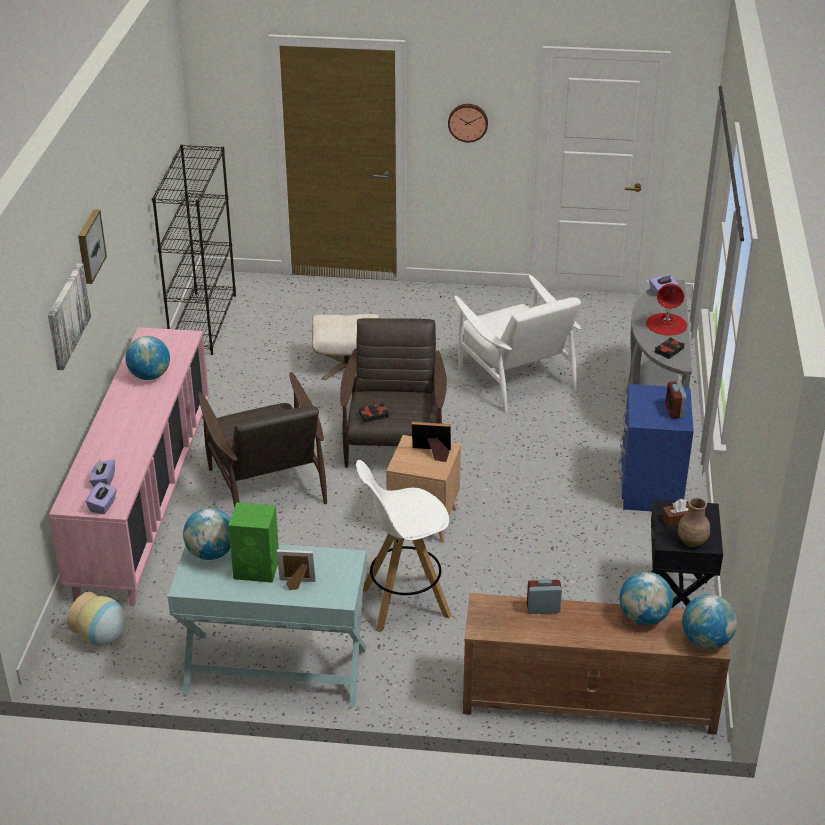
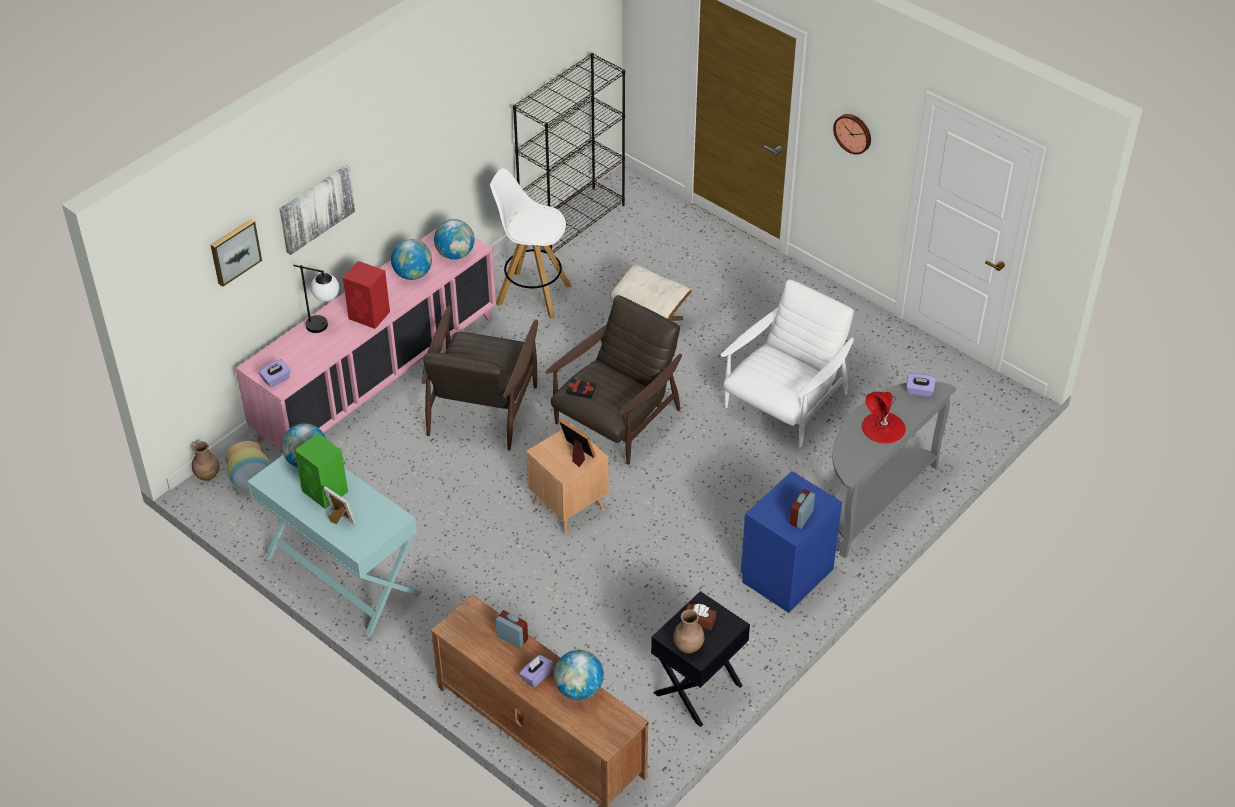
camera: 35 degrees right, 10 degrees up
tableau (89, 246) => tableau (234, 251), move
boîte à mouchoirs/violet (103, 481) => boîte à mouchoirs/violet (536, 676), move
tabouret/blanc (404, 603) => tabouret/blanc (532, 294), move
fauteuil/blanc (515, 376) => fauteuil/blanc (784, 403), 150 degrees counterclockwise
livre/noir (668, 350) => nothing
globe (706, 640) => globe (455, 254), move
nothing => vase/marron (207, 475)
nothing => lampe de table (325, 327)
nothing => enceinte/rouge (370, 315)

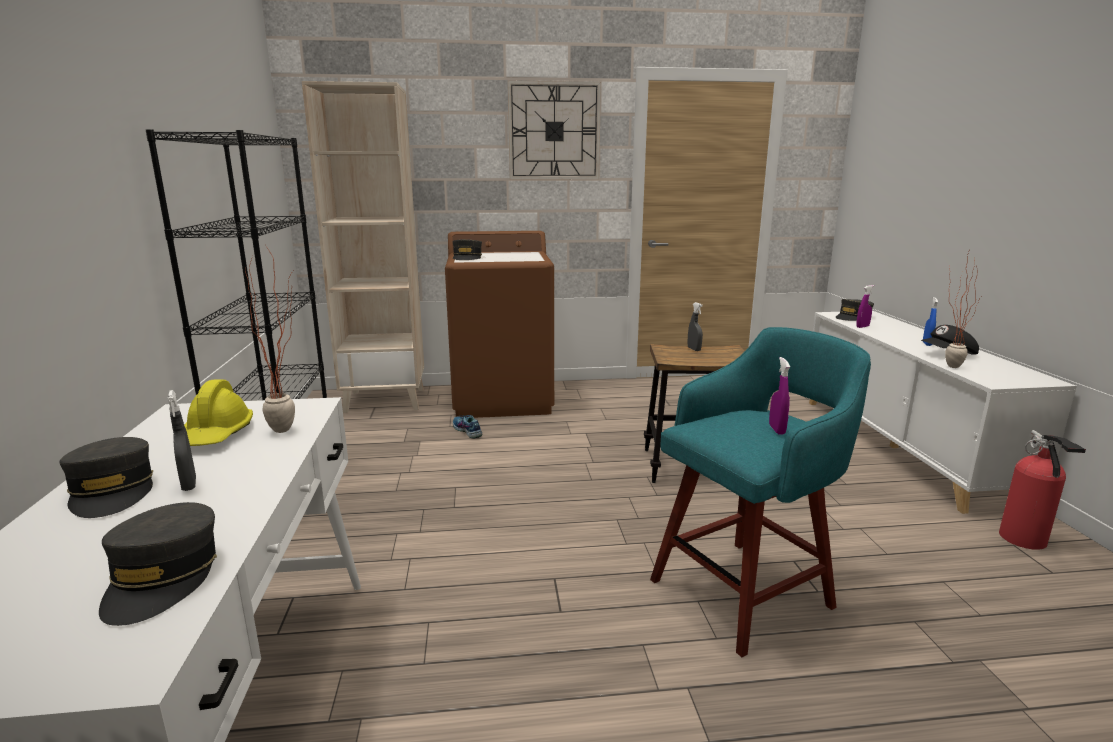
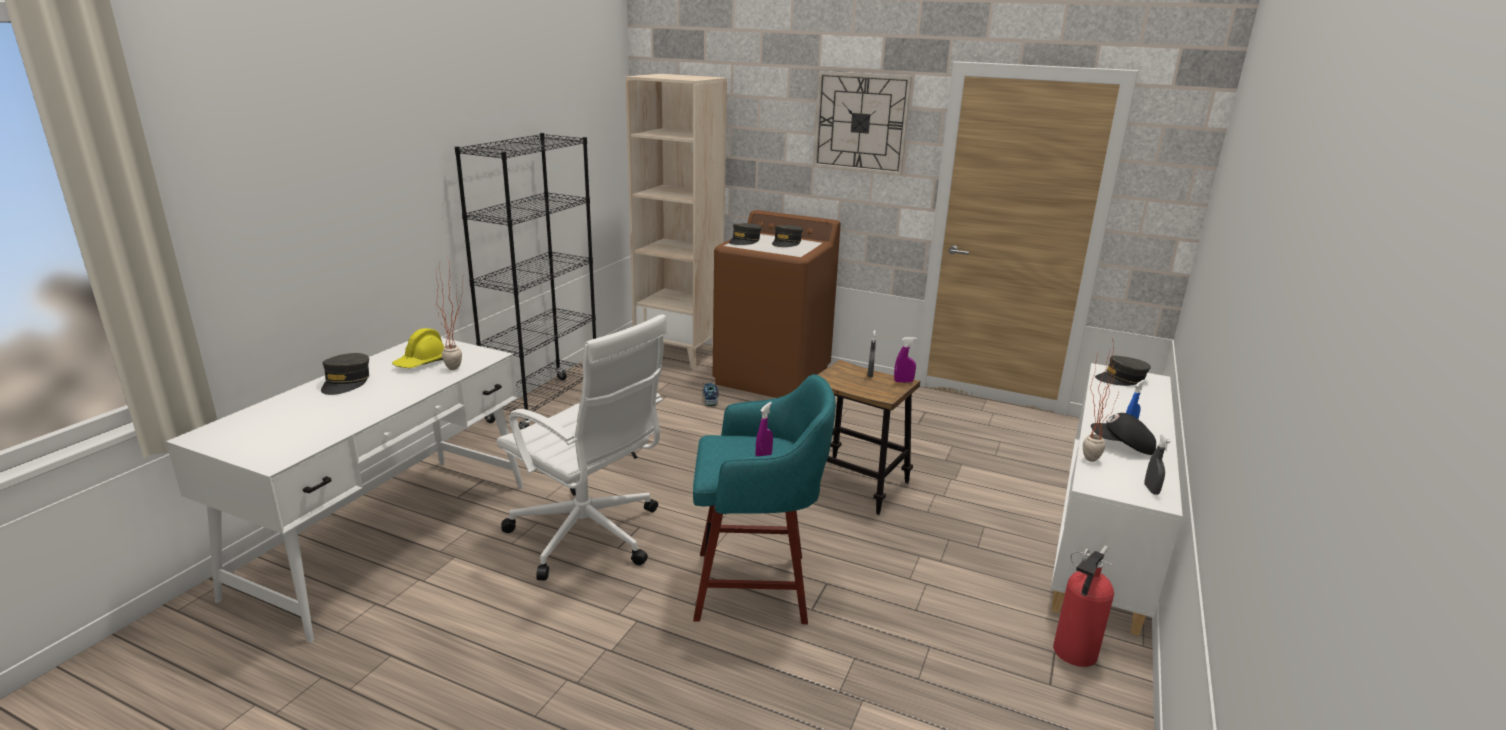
camera: 30 degrees right, 5 degrees up
casquette/gris (163, 577) => casquette/gris (786, 243), move
vaporisateur/gris (189, 484) => vaporisateur/gris (1151, 489), move
vaporisateur/violet (862, 327) => vaporisateur/violet (903, 381), move
nothing => chaise de bureau/blanc (588, 536)

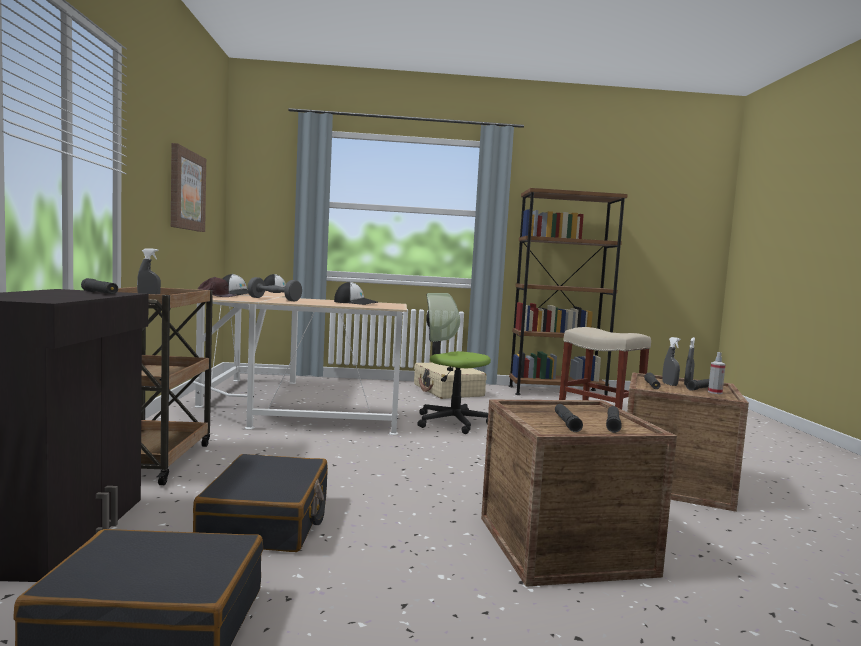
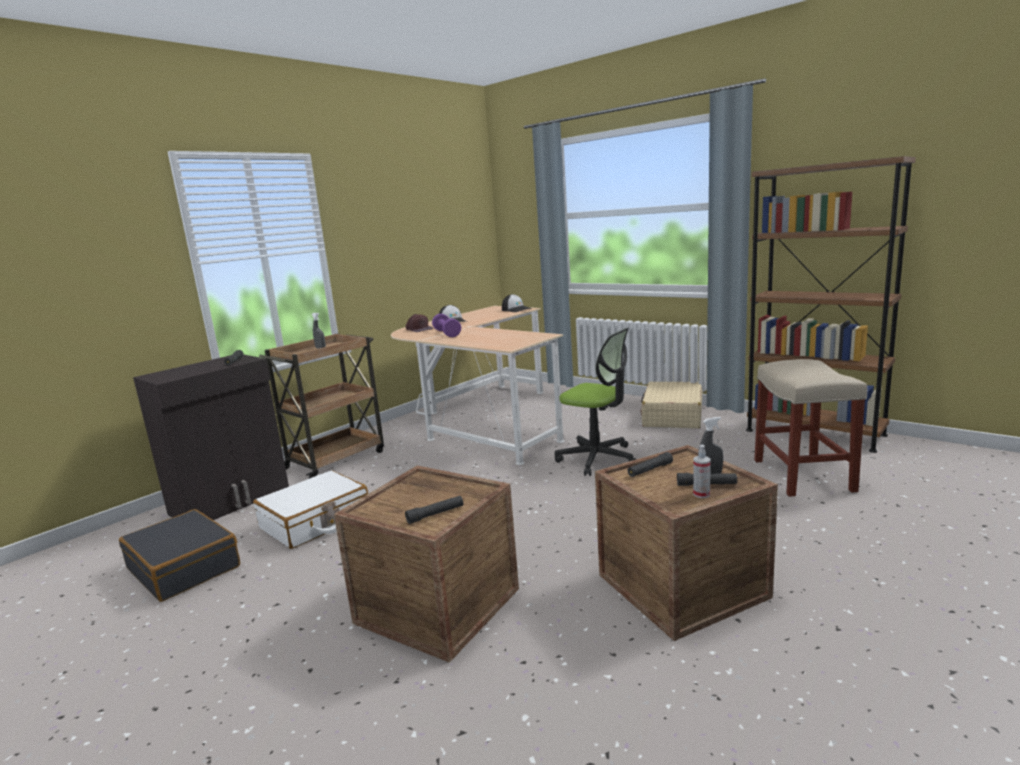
camera: 45 degrees right, 10 degrees up
tableau (186, 190) => nothing
valise/noir (267, 521) => valise/blanc (316, 522)
haltère/gris (274, 299) => haltère/violet (447, 333)
casquette (356, 303) => nothing
chaise de bureau (452, 422) => chaise de bureau (597, 458), 135 degrees clockwise
lampe de poche/noir (566, 423) => nothing
vaporisateur/gris (669, 384) => nothing

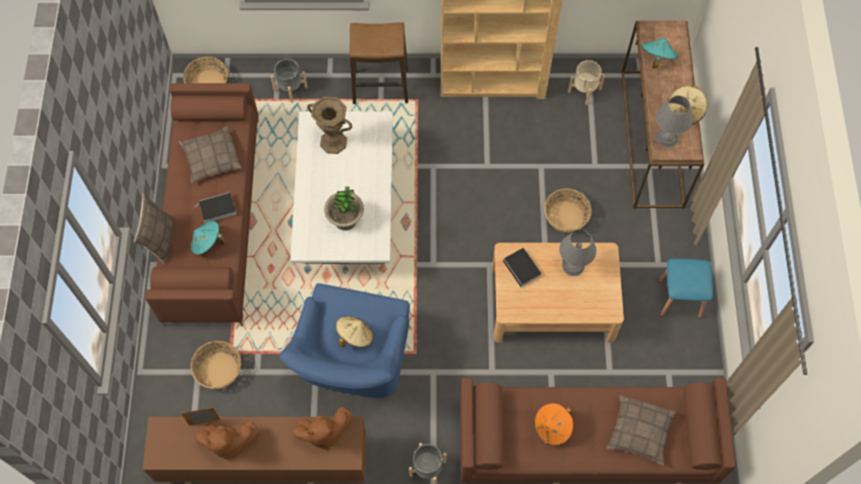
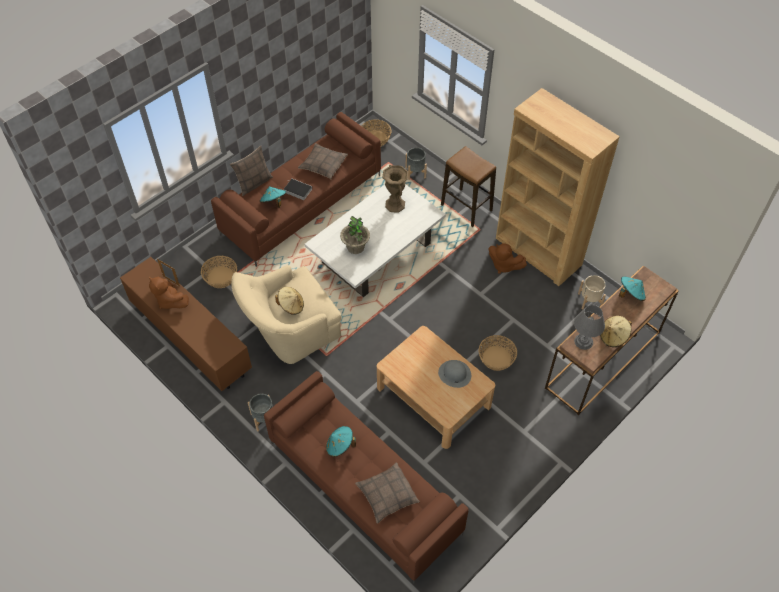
camera: 45 degrees right, 10 degrees down
fauteuil/bleu (352, 361) => fauteuil/beige (289, 331)
peluche/marron (324, 433) => peluche/marron (504, 265), move
livre (522, 269) => nothing
chapeau/orange (552, 428) => chapeau/turquoise (340, 446)
lampe de table/gris (573, 266) => chapeau/gris (454, 374)
tabouret/bleu (679, 298) => nothing

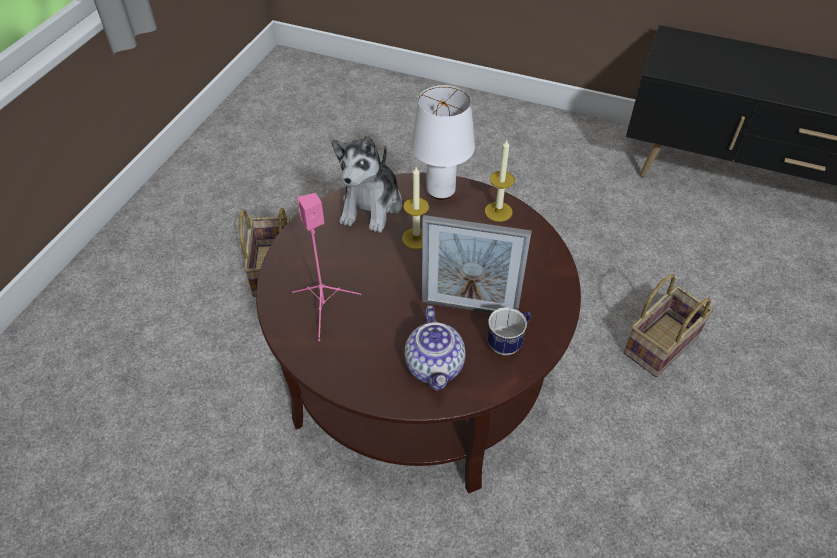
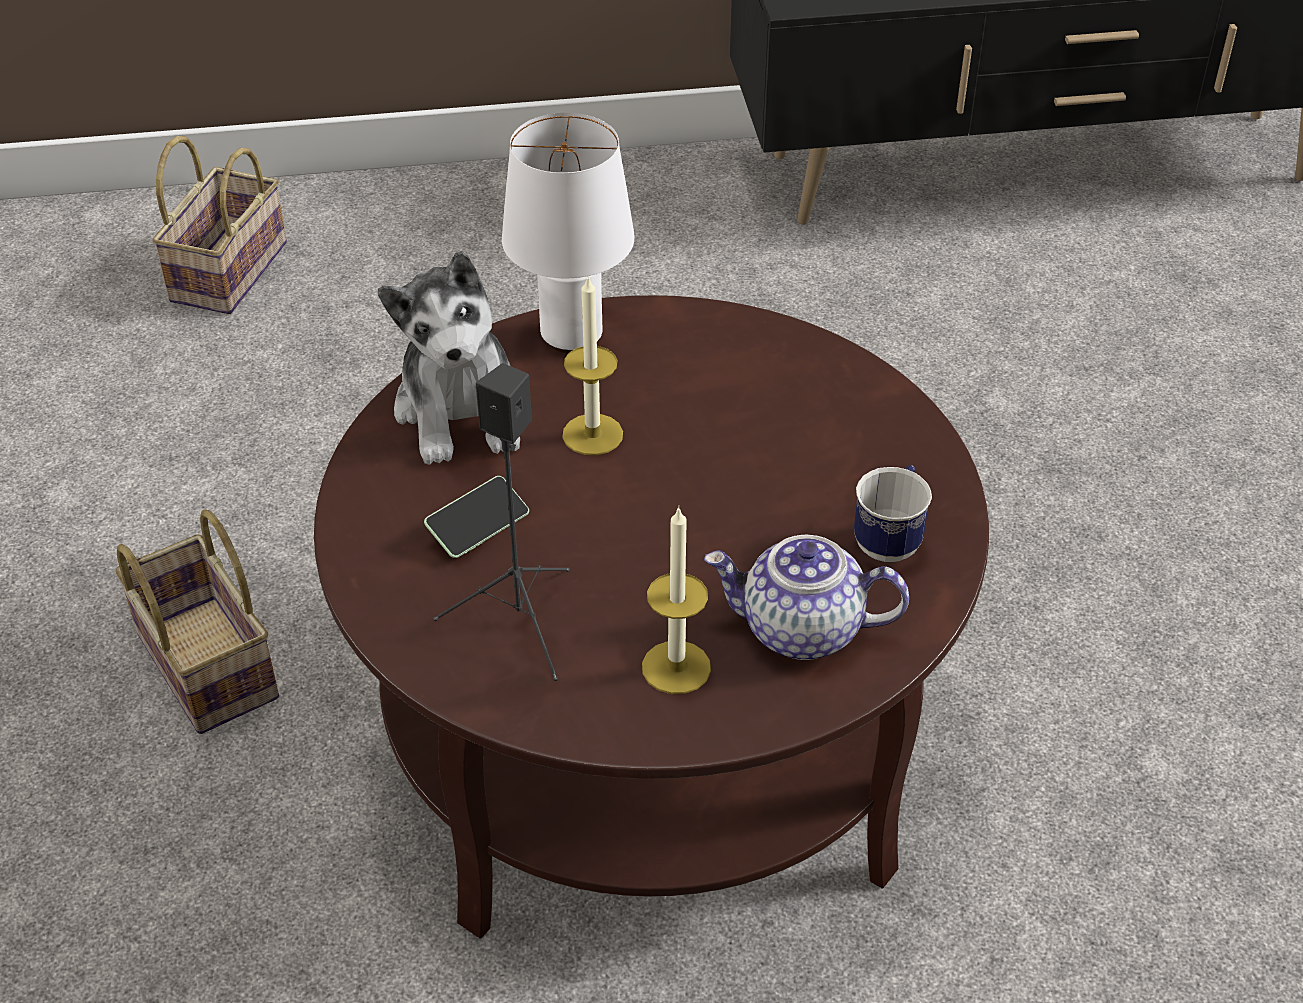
camera: 30 degrees left, 5 degrees down
enceinte/rose (324, 309) => enceinte/noir (521, 622)
théière (435, 366) => théière (800, 630), 135 degrees clockwise
cadre photo (469, 308) => nothing
bougie (498, 211) => bougie (676, 667), move
panier (661, 343) => panier (228, 269), move
nothing => téléphone (478, 527)

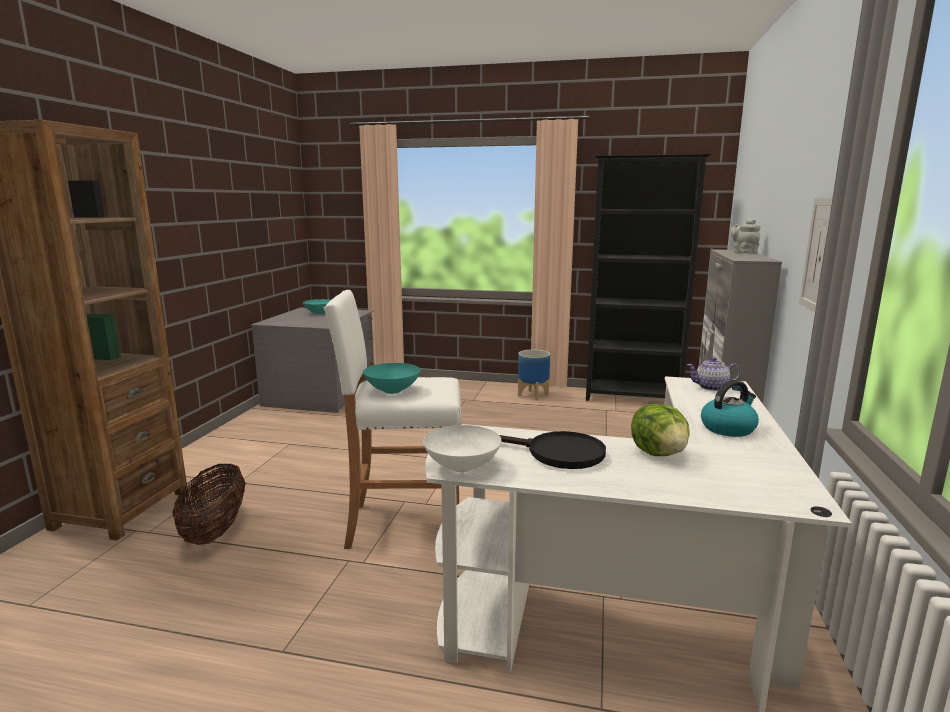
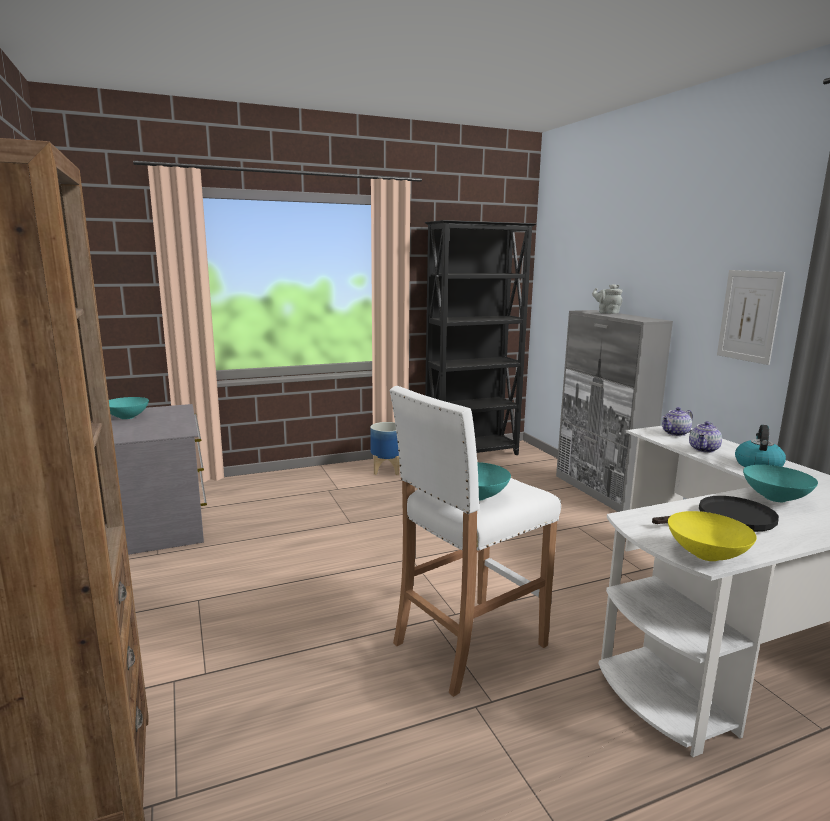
camera: 35 degrees left, 0 degrees up
panier (215, 531) => nothing
bol/blanc (462, 466) => bol/jaune (705, 554)
laitue (659, 453) => bol/turquoise (775, 498)
nothing => théière (704, 449)

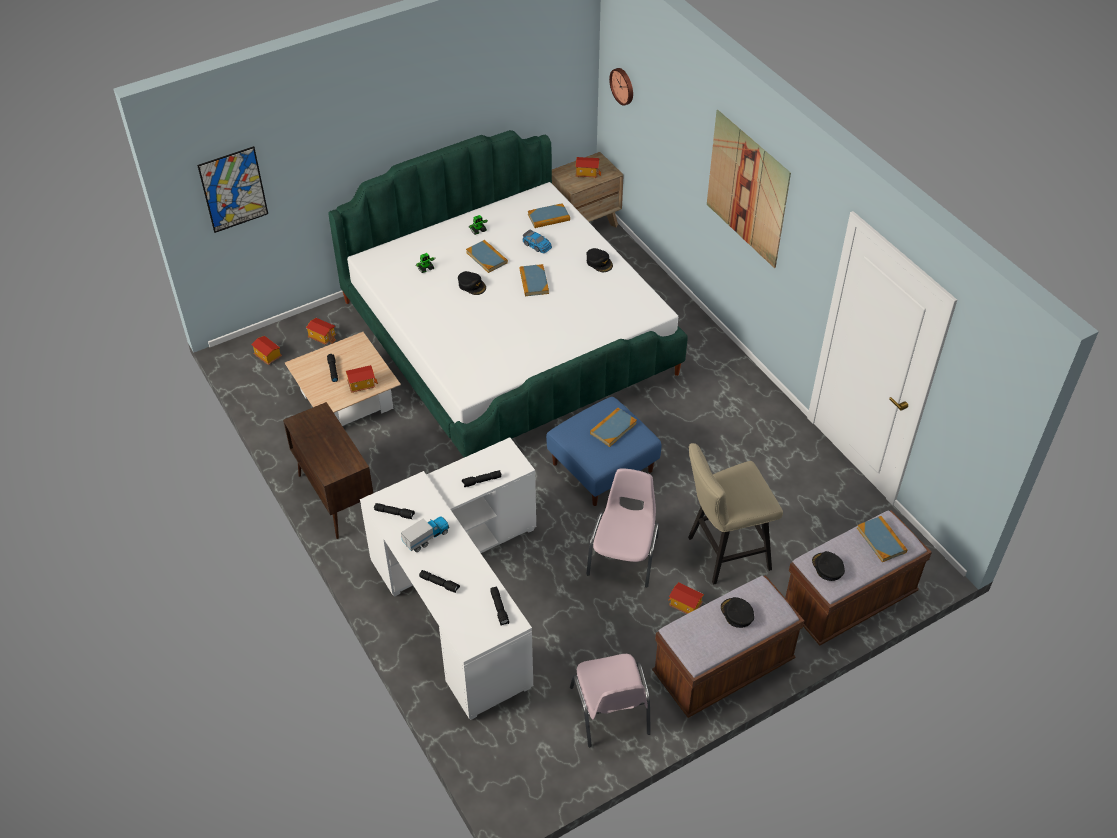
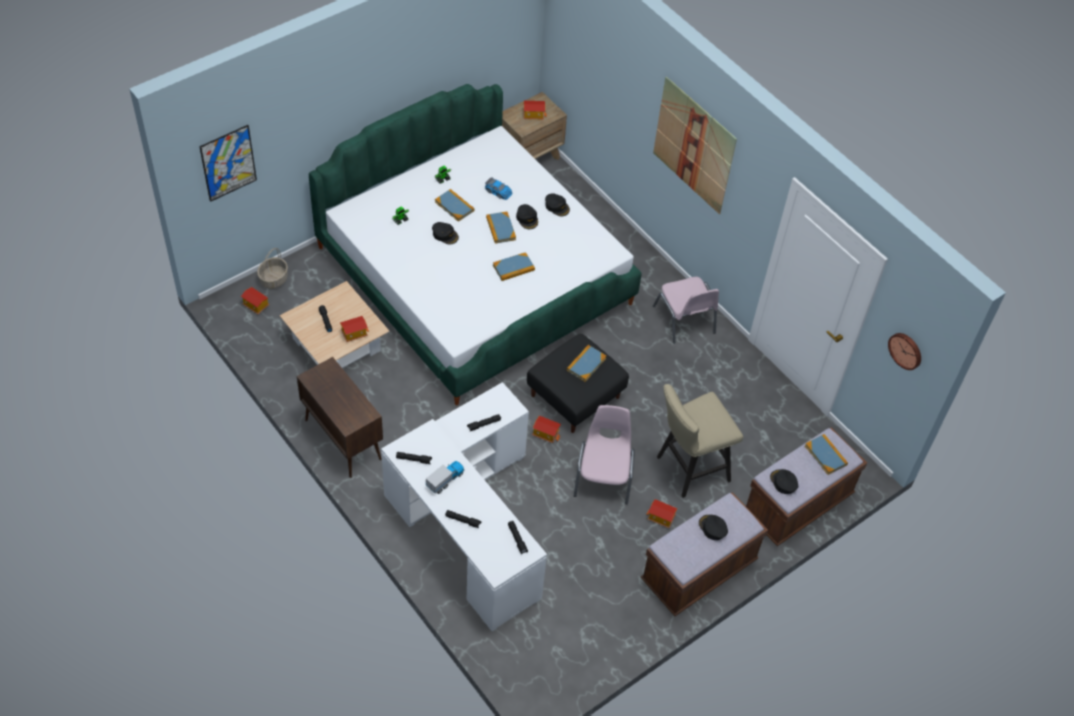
camera: 10 degrees left, 5 degrees up
maison miniature (322, 337) => maison miniature (546, 433), move
livre (548, 217) => livre (513, 268), move
pouf/bleu (602, 468) => pouf/noir (575, 397)
chaise/rose (610, 711) => chaise/rose (684, 320), move
horloge murale (623, 86) => horloge murale (906, 350), move
nothing => panier (273, 279)
nothing => casquette/noir (527, 218)

